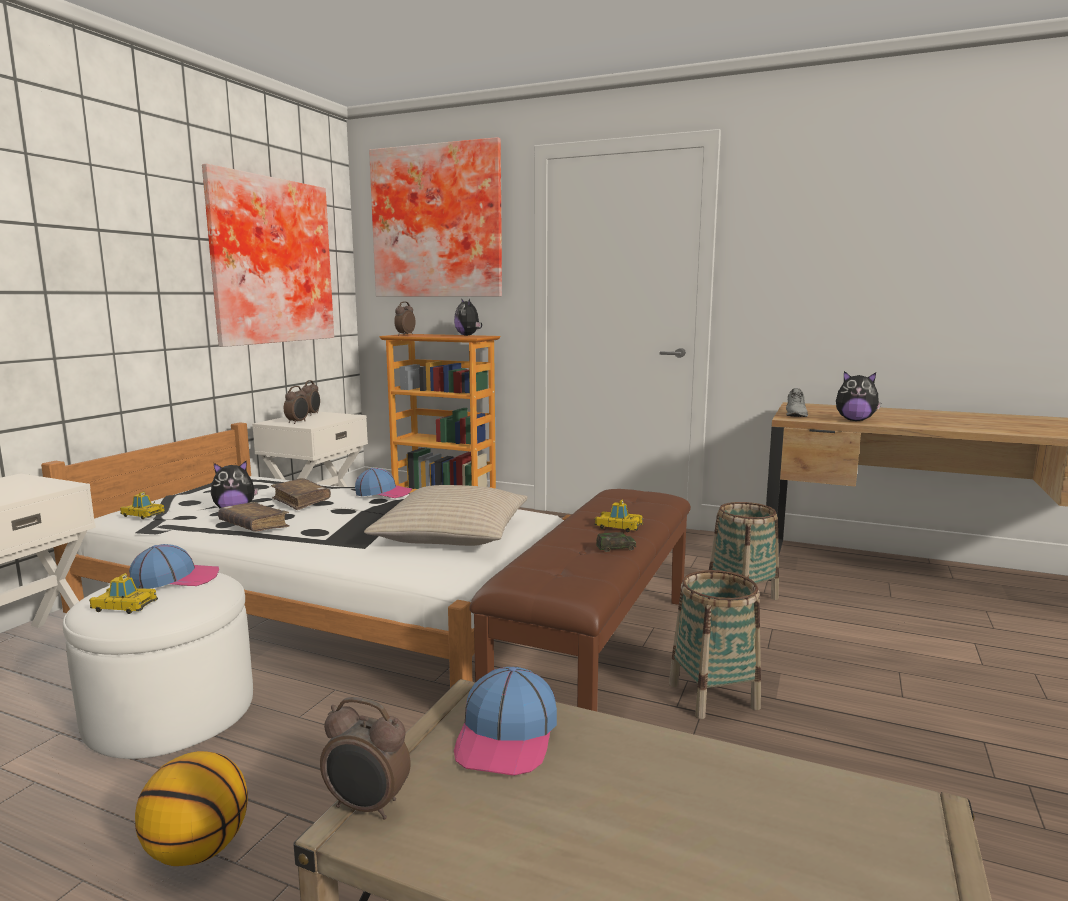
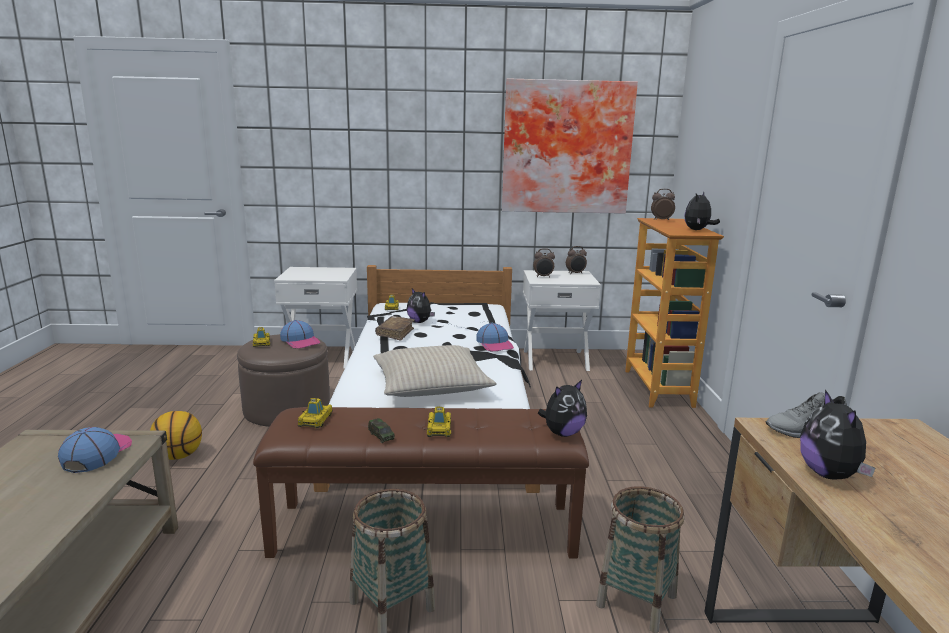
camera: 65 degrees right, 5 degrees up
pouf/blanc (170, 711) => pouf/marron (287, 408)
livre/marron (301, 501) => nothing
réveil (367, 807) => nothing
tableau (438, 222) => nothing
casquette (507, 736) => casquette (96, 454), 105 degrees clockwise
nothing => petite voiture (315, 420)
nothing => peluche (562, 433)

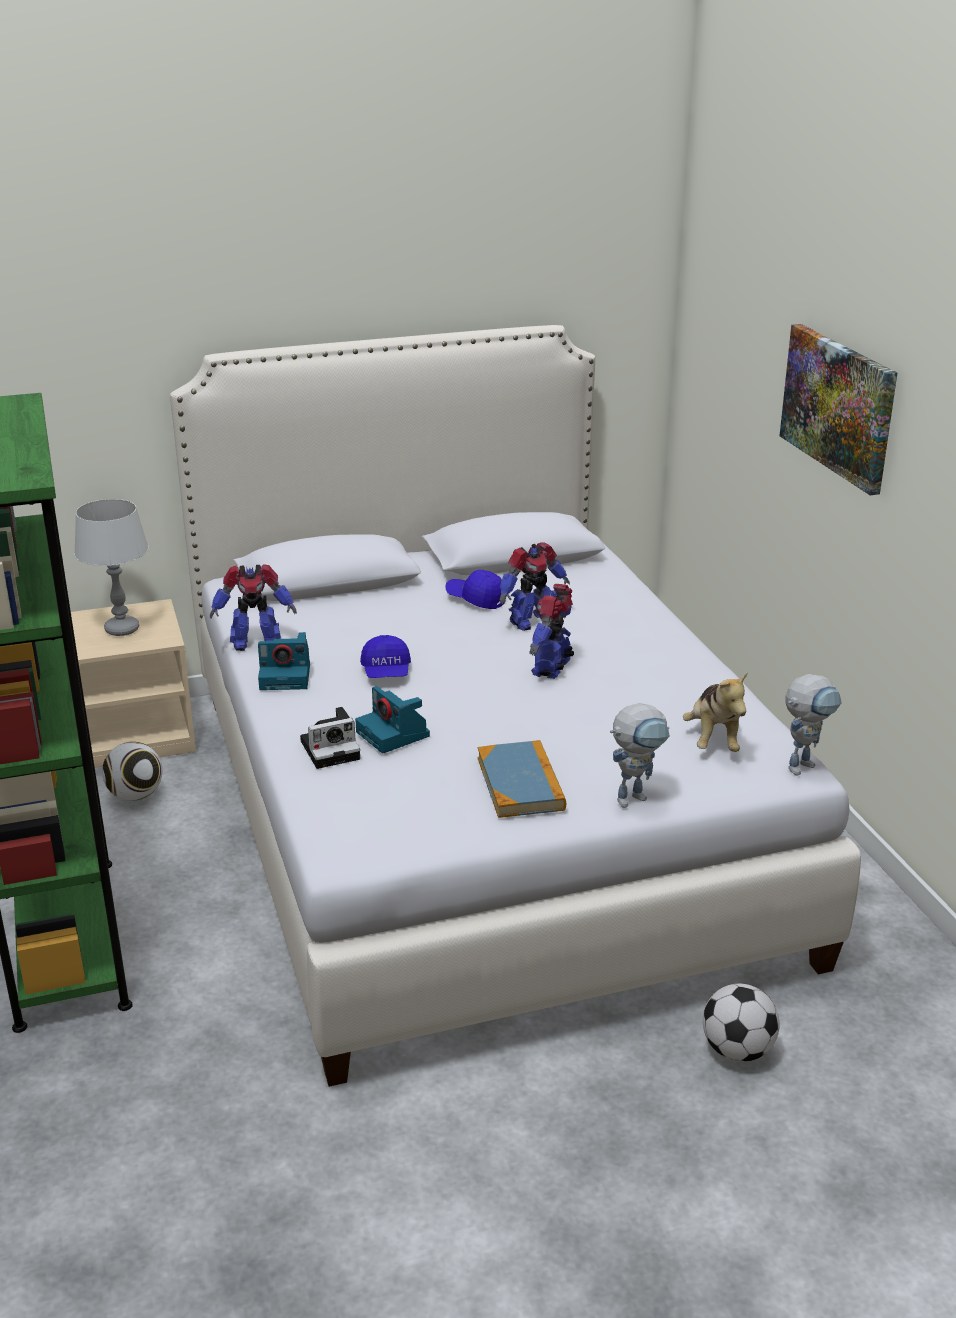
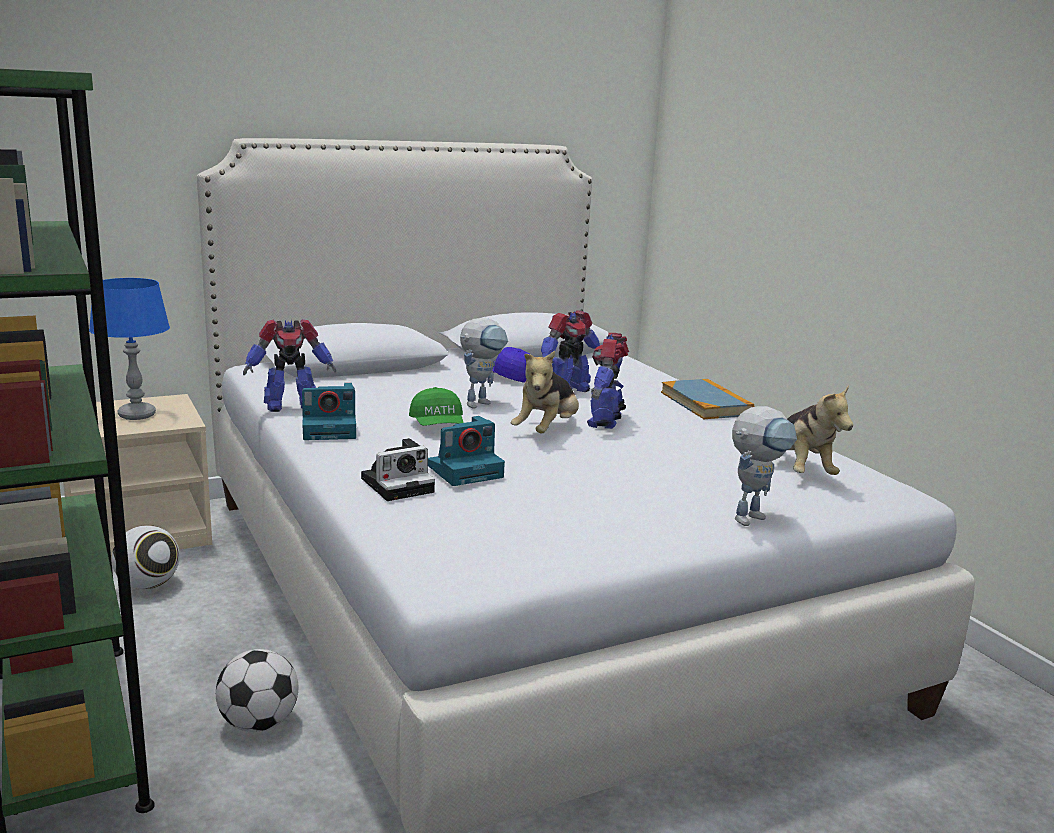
camera: 10 degrees left, 10 degrees down
lampe de table/gris (121, 629) => lampe de table/bleu (136, 415)
appareil photo (394, 734) => appareil photo (466, 470), 75 degrees counterclockwise
casquette/bleu (386, 672) => casquette/vert (437, 425)
livre (520, 783) => livre (706, 403), move
ballon de foot (737, 1050) => ballon de foot (259, 724), move
tableau (838, 406) => nothing
robot jouet (804, 764) => robot jouet (481, 402), move
nothing => peluche (547, 431)

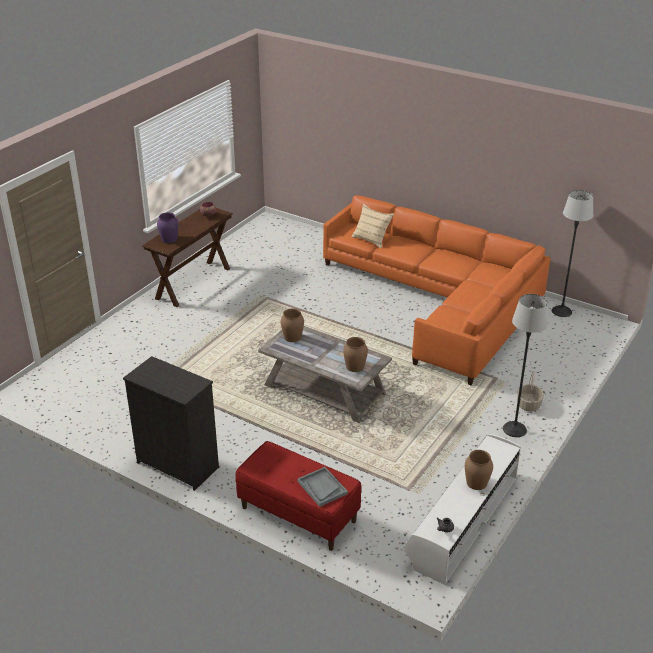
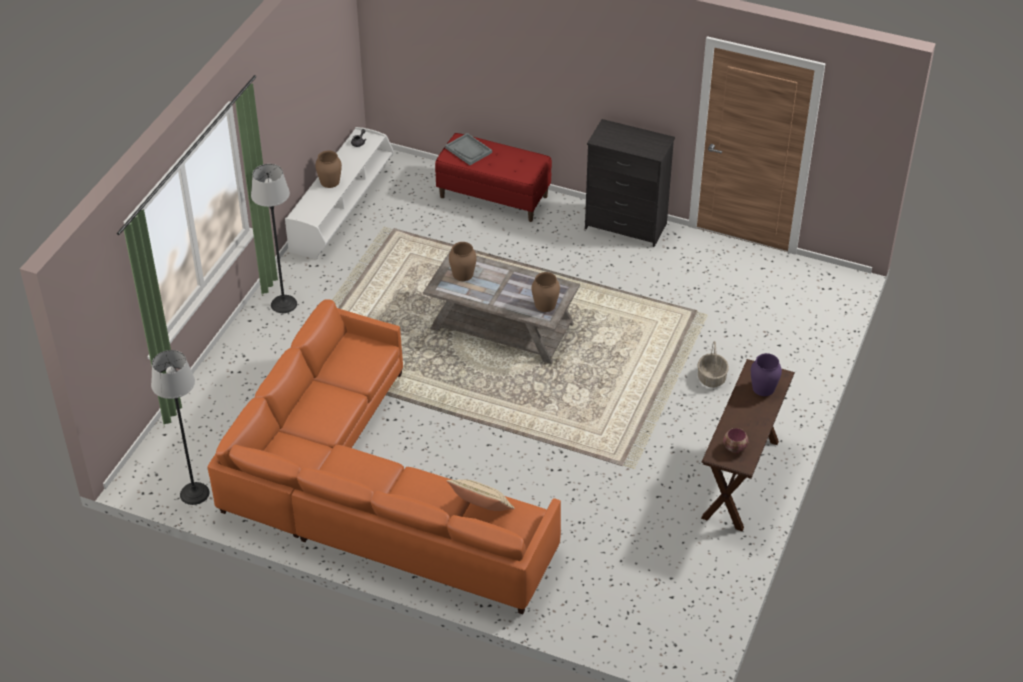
camera: 170 degrees right, 10 degrees up
panier (528, 404) => panier (712, 378), move

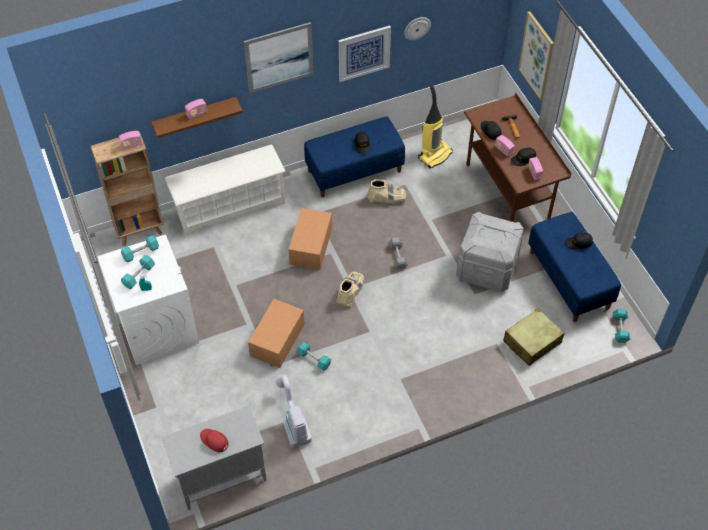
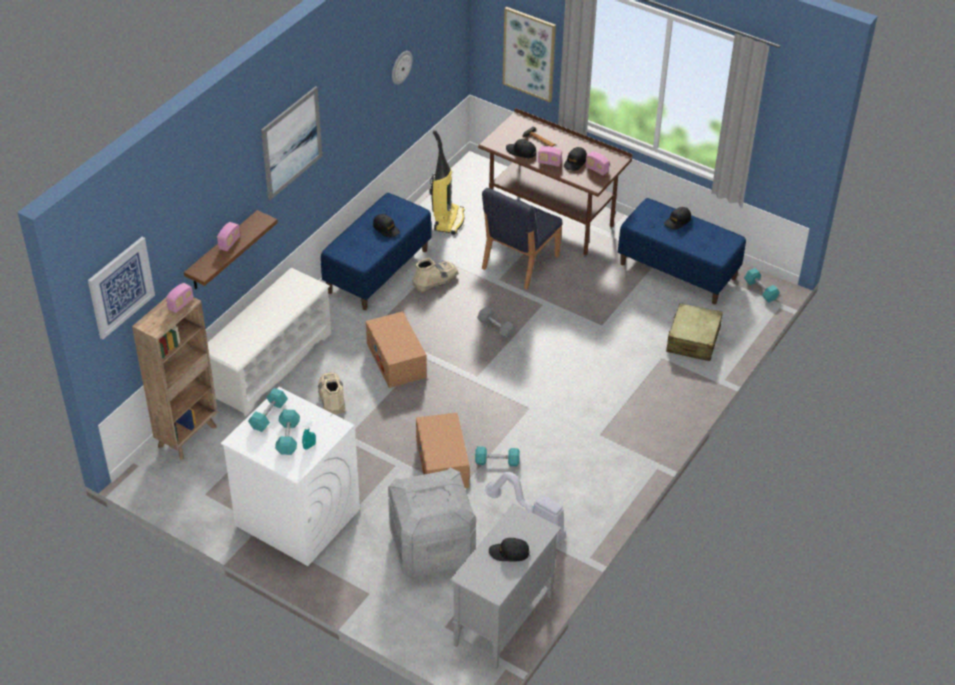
camera: 35 degrees left, 10 degrees down
casquette/rouge (214, 441) => casquette/noir (509, 553)
botte/beige (350, 291) => botte/beige (331, 397), move
tableau (364, 53) => tableau (121, 287), move
boîte de rangement/gris (487, 268) => boîte de rangement/gris (432, 547), move
nothing => chaise/bleu (519, 262)

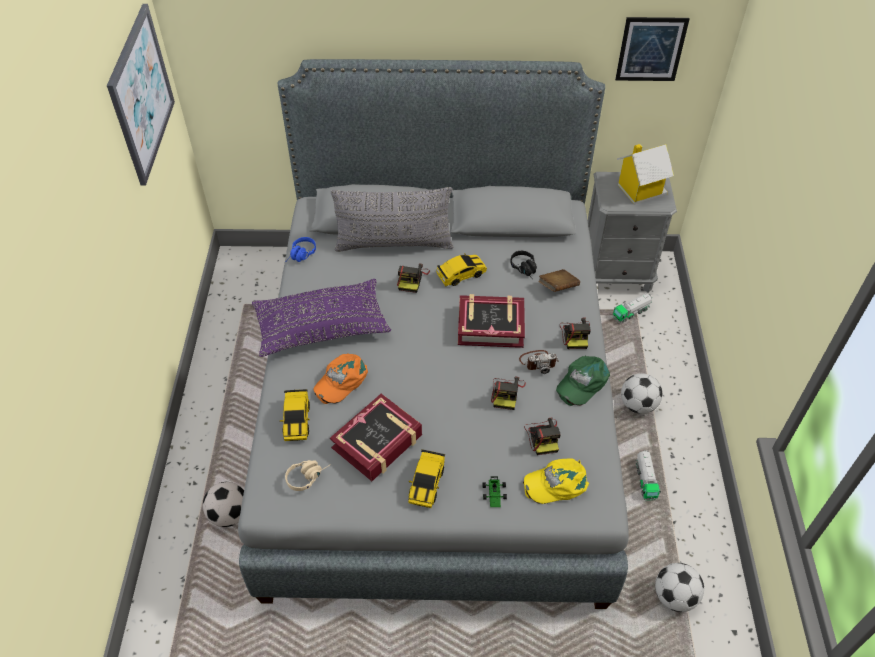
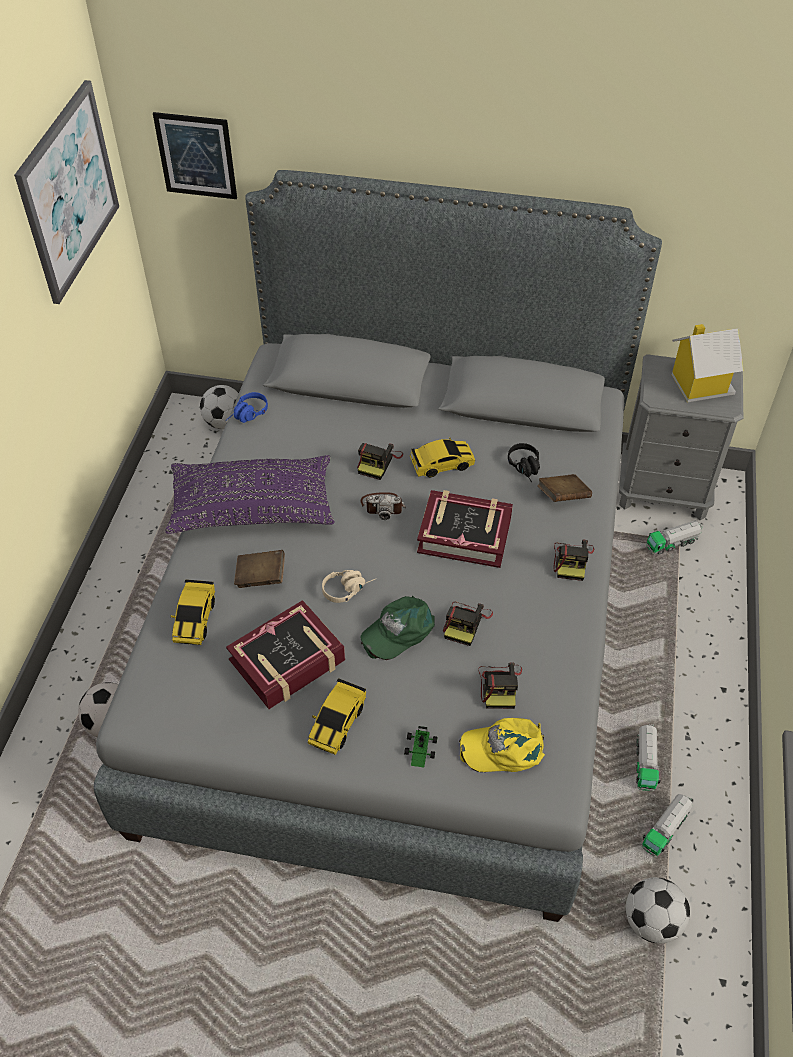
camera: 10 degrees right, 0 degrees up
casque audio/beige (308, 476) => casque audio/beige (348, 588), move
casquette/orange (341, 380) => livre/marron (261, 577)
coussin/gris (394, 243) => nothing
appareil photo (538, 362) => appareil photo (383, 506), move
casquette/vert (582, 382) => casquette/vert (398, 630), move
tableau (651, 49) => tableau (196, 156), move
ballon de foot (638, 405) => ballon de foot (224, 422), move
nothing => camion jouet (665, 830)

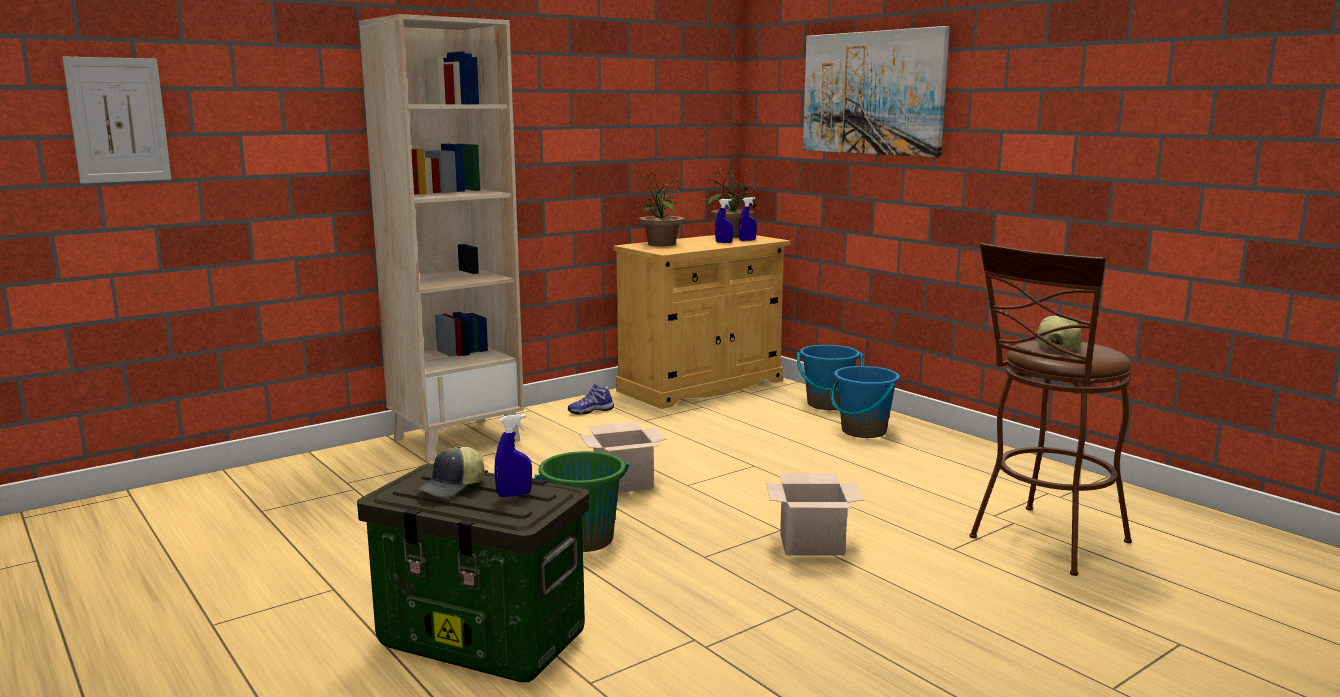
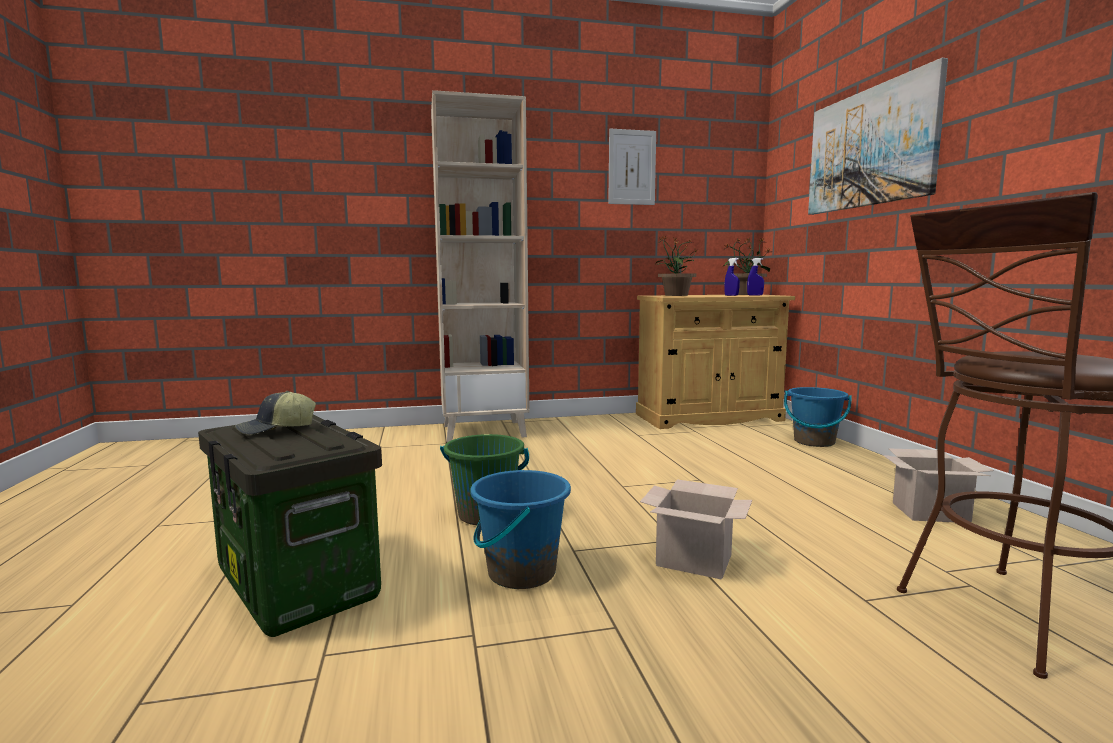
camera: 25 degrees right, 5 degrees down
tableau (118, 120) => tableau (632, 167), move
vaporisateur/bleu (514, 495) => nothing
chaussure (590, 411) => nothing
carton (624, 483) => carton (931, 512), move
seau/bleu (863, 431) => seau/bleu (521, 572), move
casquette (1057, 345) => nothing

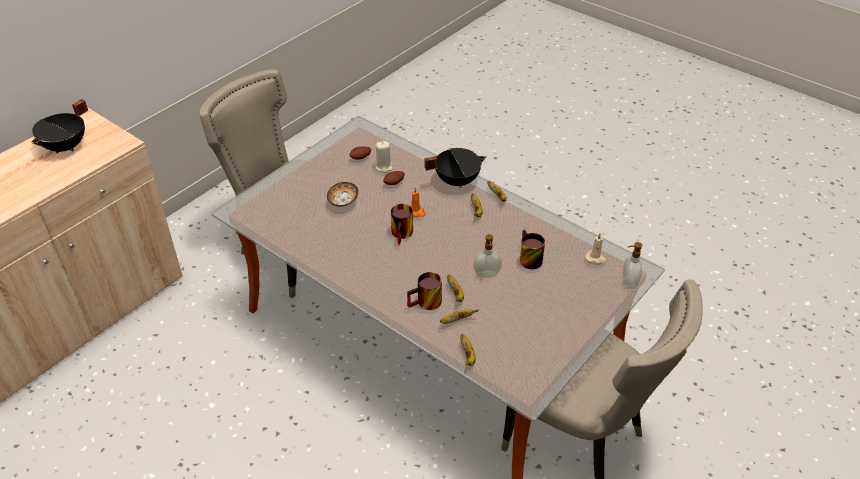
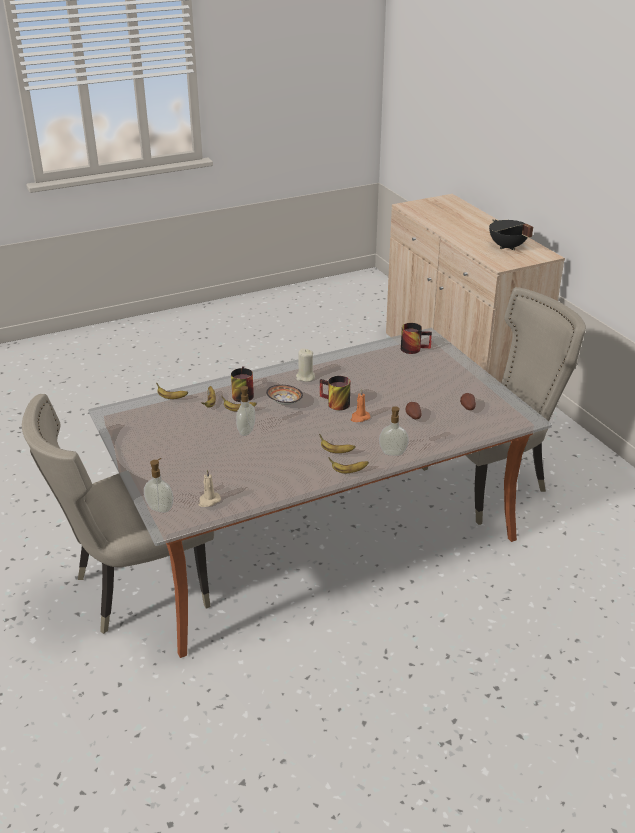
camera: 115 degrees right, 10 degrees down
bol (344, 201) => bol (284, 403), move
bougie/beige (384, 167) => bougie/beige (305, 377), move
marmite/noir (456, 180) => distributeur de savon (393, 453)
mug (527, 258) => mug (414, 348), move

